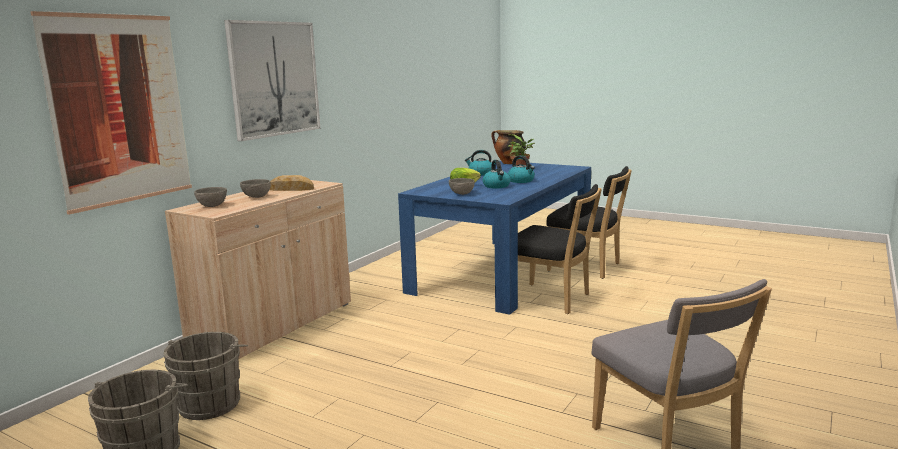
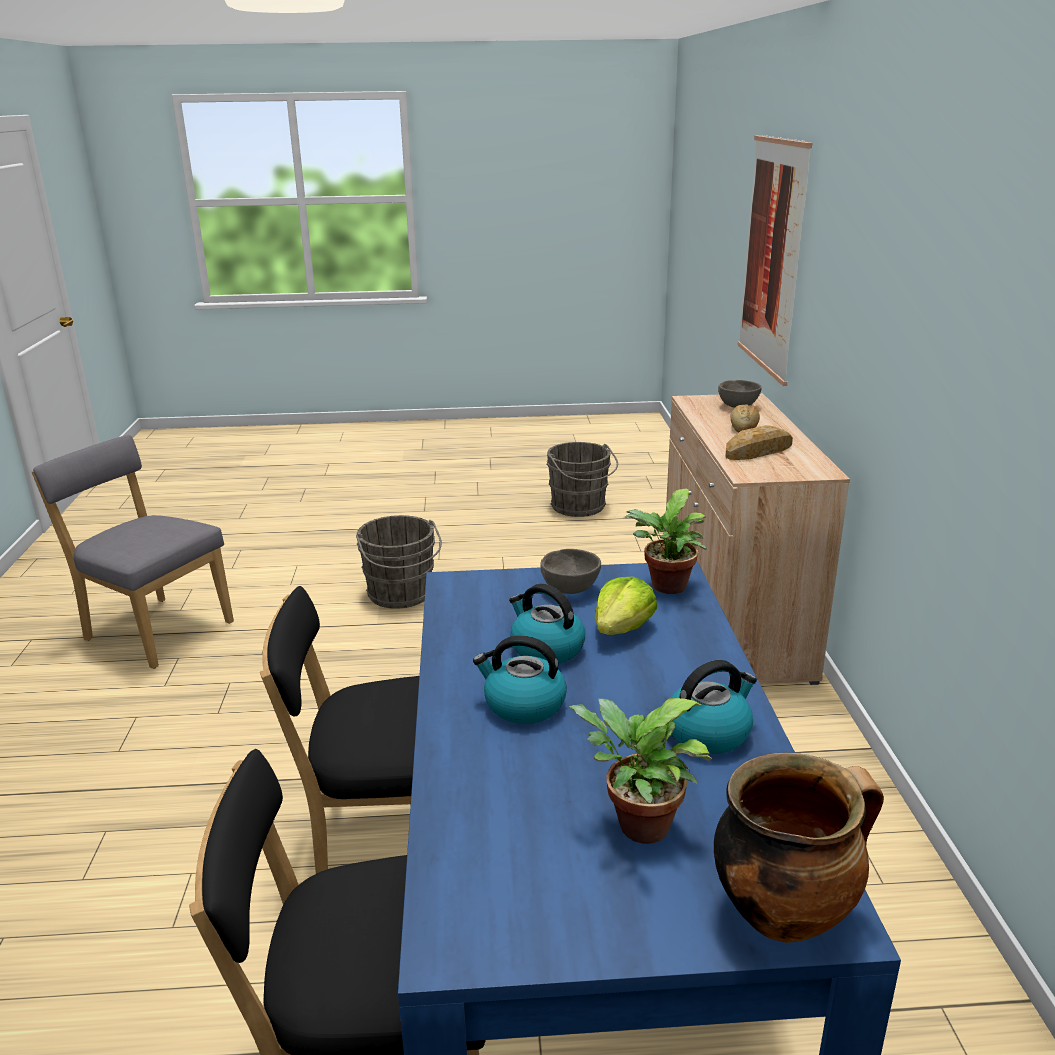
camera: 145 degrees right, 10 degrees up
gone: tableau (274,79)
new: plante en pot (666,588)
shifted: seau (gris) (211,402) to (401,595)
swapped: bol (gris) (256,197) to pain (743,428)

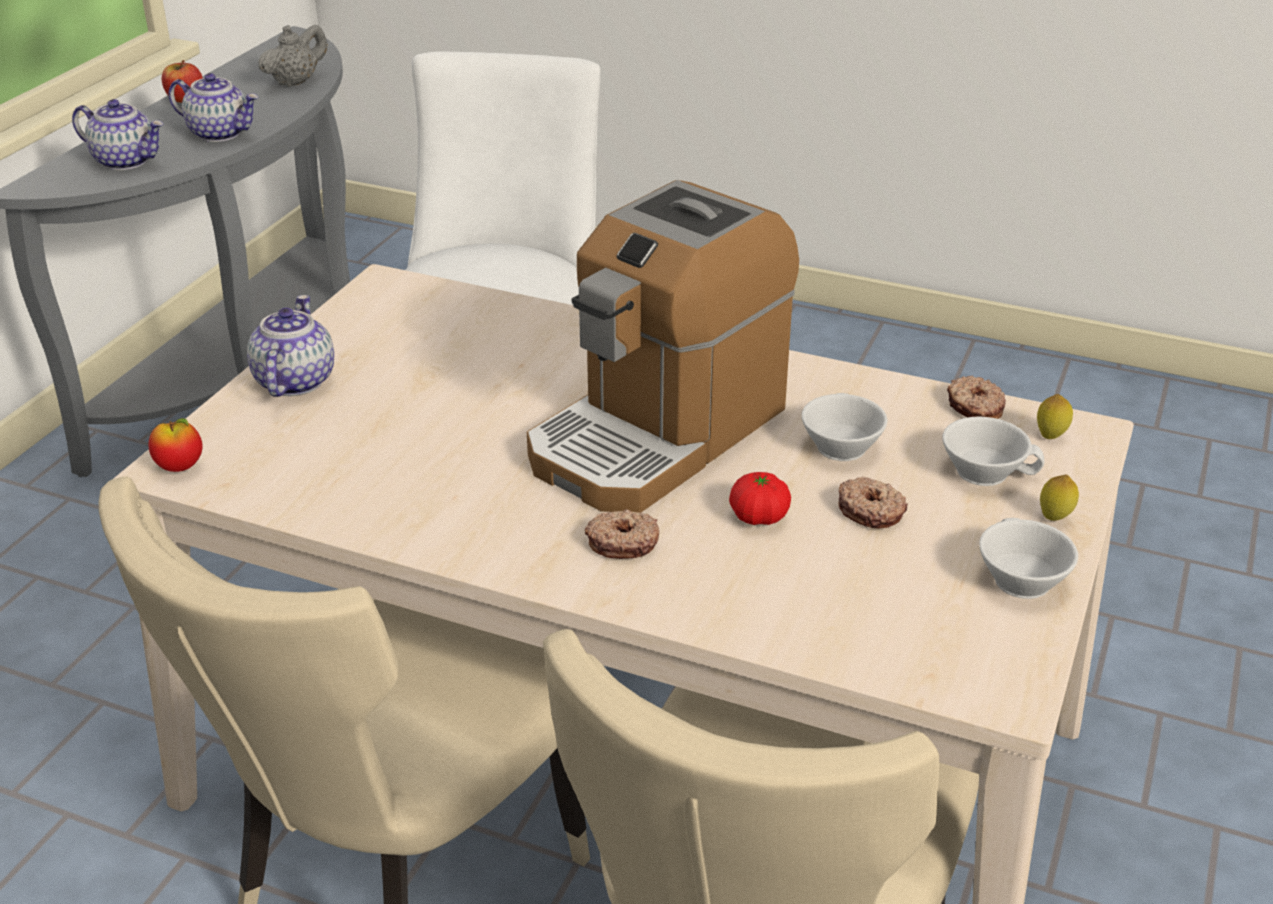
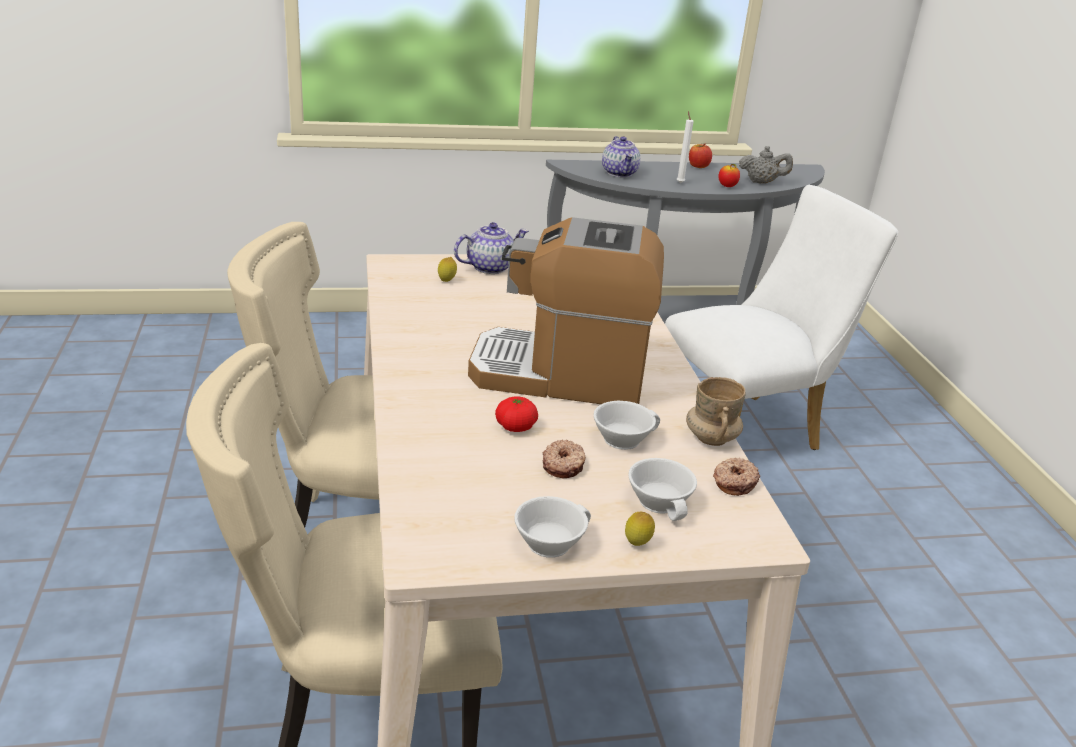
camera: 55 degrees right, 5 degrees down
gone: beignet (622,542)
new: mug (beige) (711,438)
shifted: citron (1050,436) to (447,281); pomme (180,467) to (727,186)
swapped: théière (220,133) to bougie (blanc) (679,182)

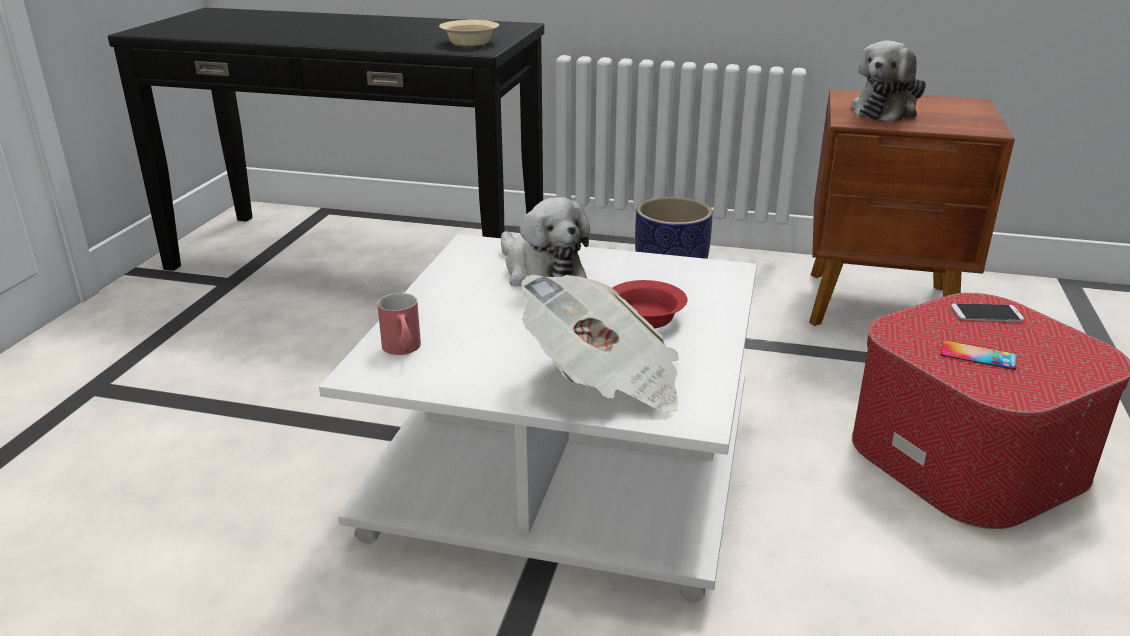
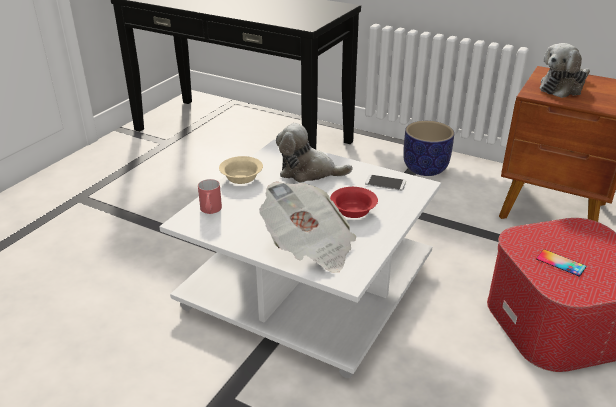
camera: 15 degrees right, 5 degrees up
shifted: bol (beige) (471,42) to (242,177); téléphone (986,313) to (385,183)
rotated: peluche (541,273) = (308,172) 120 degrees clockwise

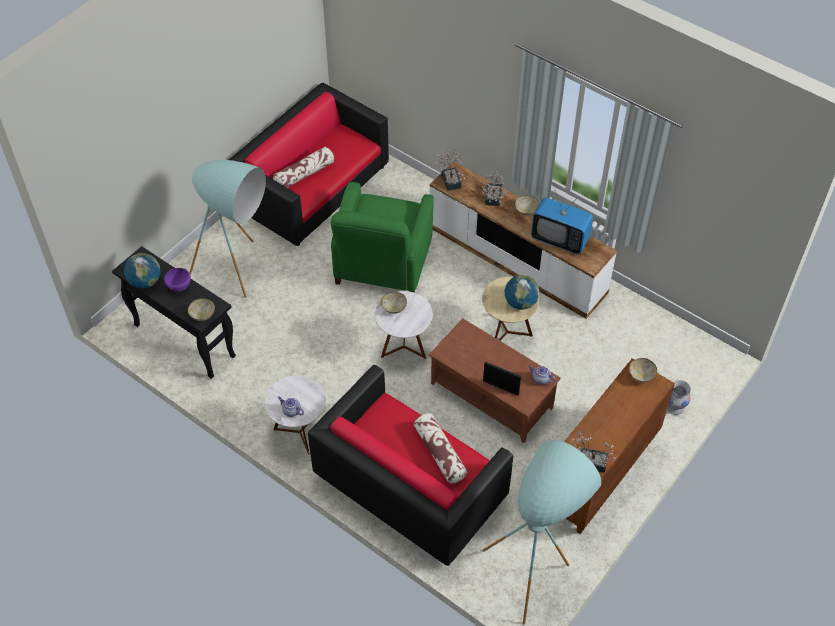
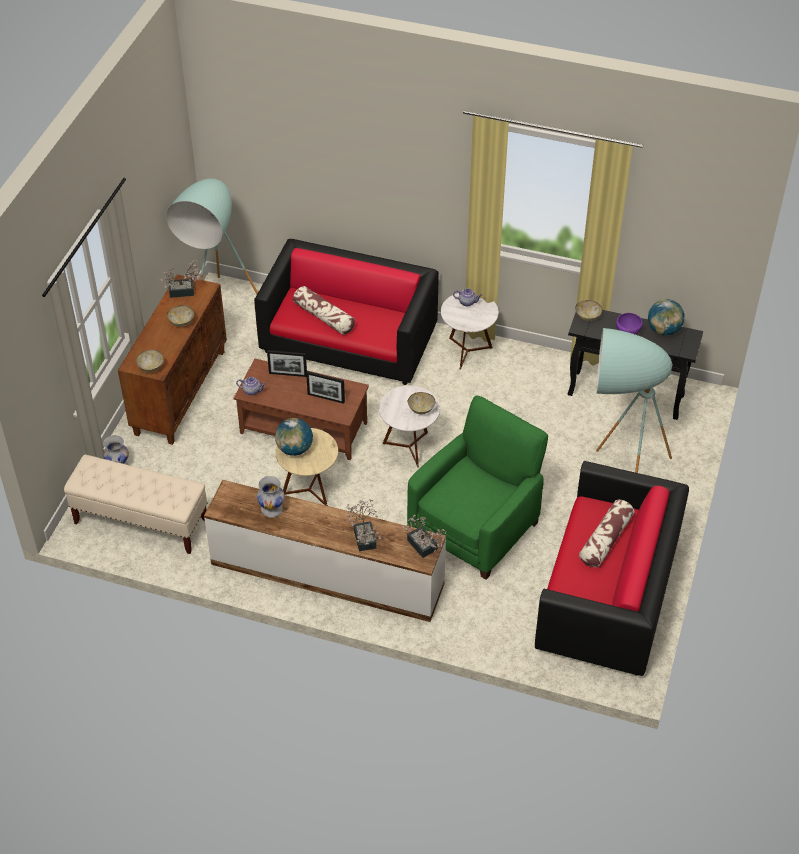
camera: 160 degrees right, 5 degrees down
new: banc (beige) (141,522); cadre photo (326,398)
shifted: bol (526,211) to (182,322)
swapped: téléviseur (560,239) to vase (blanc) (271,510)
rotated: fauteuil (vert) (382,263) = (475,527) 45 degrees clockwise

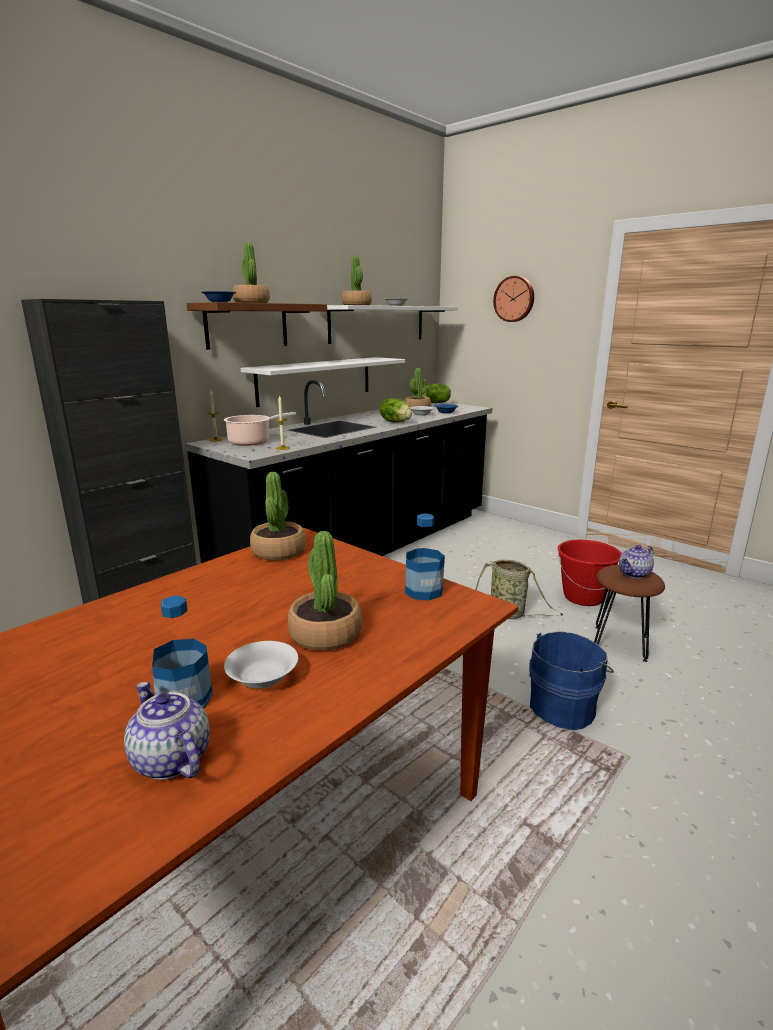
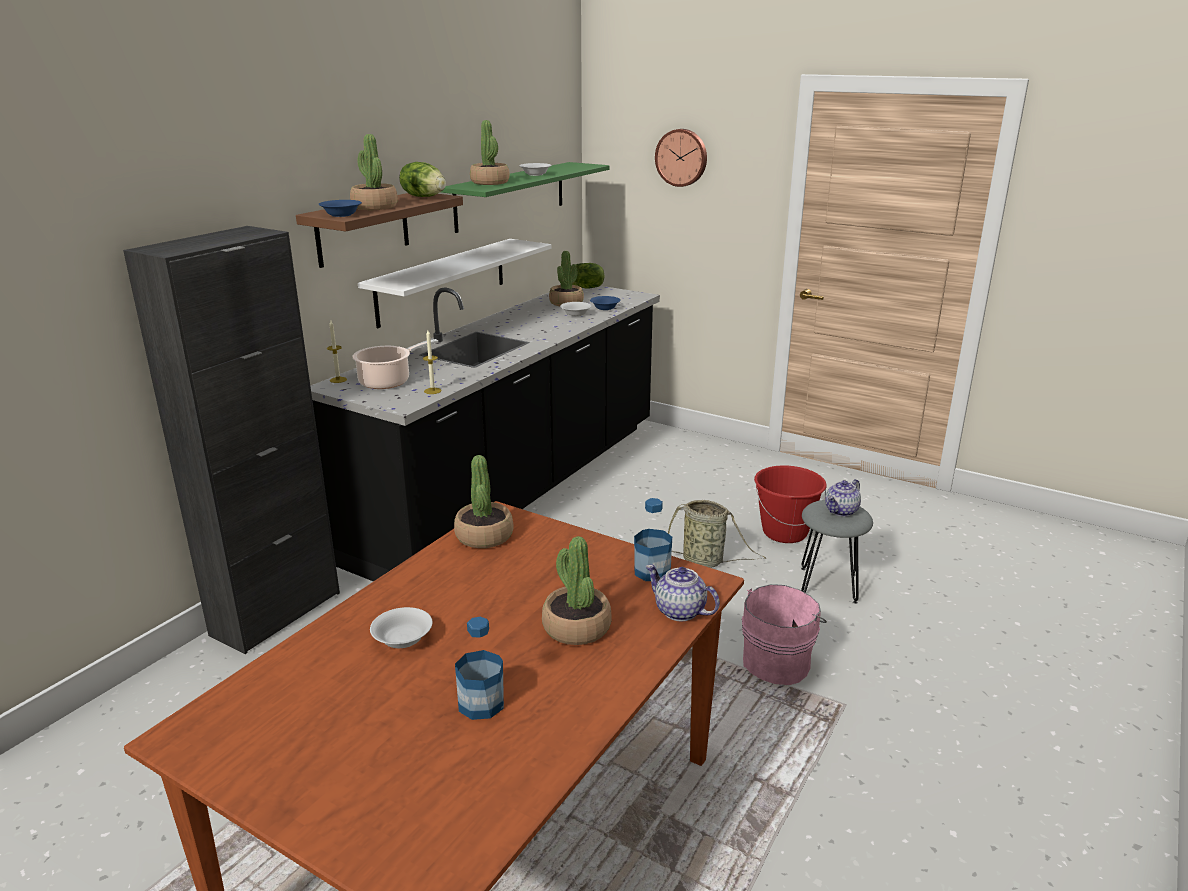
camera: 10 degrees left, 5 degrees up
shifted: bol (blanc) (262,678) to (402,639); laitue (396,422) to (424,197); théière (170,759) to (679,611)
repainted: étagère (blanc) (378,324) to étagère (vert) (511,195); seau (bleu) (564,706) to seau (rose) (778,661); tabouret (marron) (620,643) to tabouret (gris) (829,585)

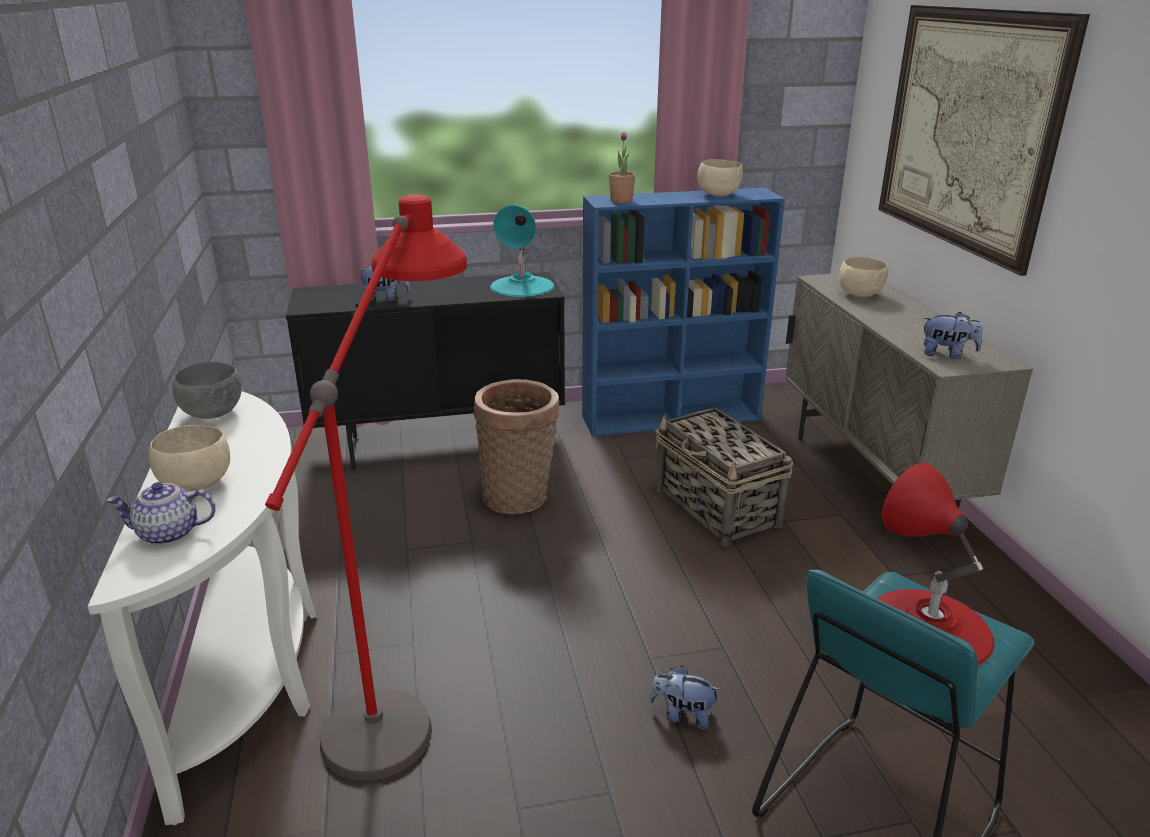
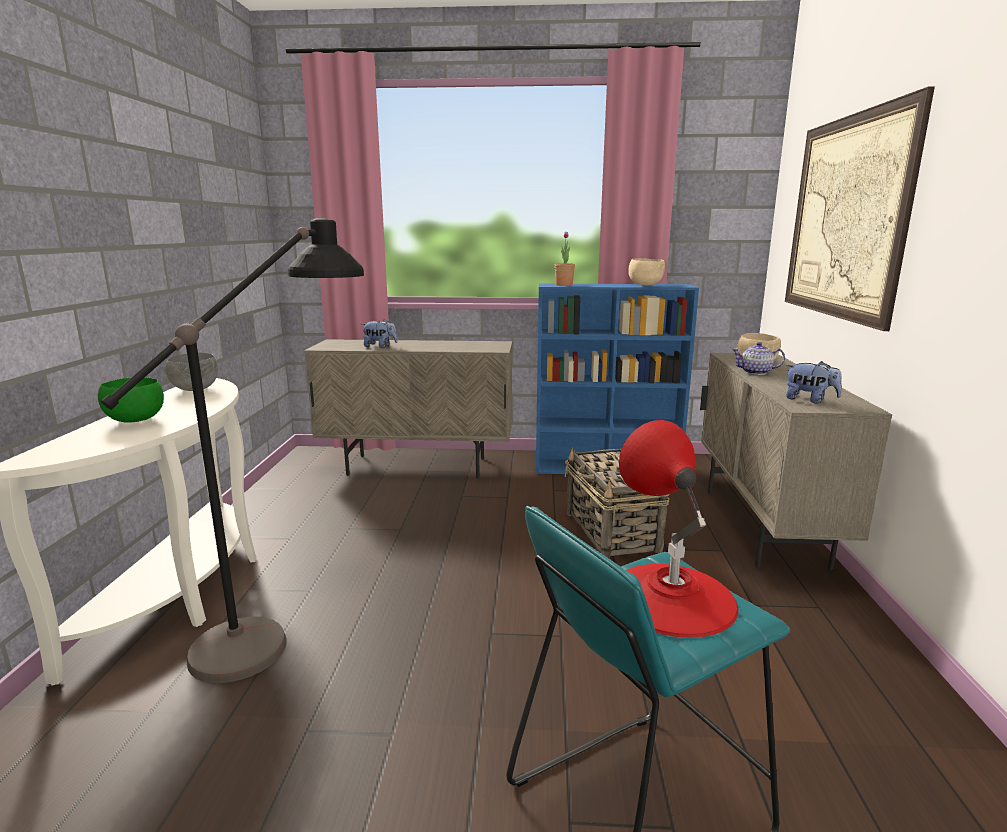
camera: 15 degrees right, 10 degrees down
gone: panier (519,497); lampe de table (turquoise) (522,286); peluche (682,715)
shifted: théière (169,534) to (756,372)
repainted: bol (beige) (195,484) to bol (vert) (135,420); lampadaire (rouge) (409,680) to lampadaire (noir) (289,616); meuble de rangement (noir) (439,445) to meuble de rangement (beige) (418,467)

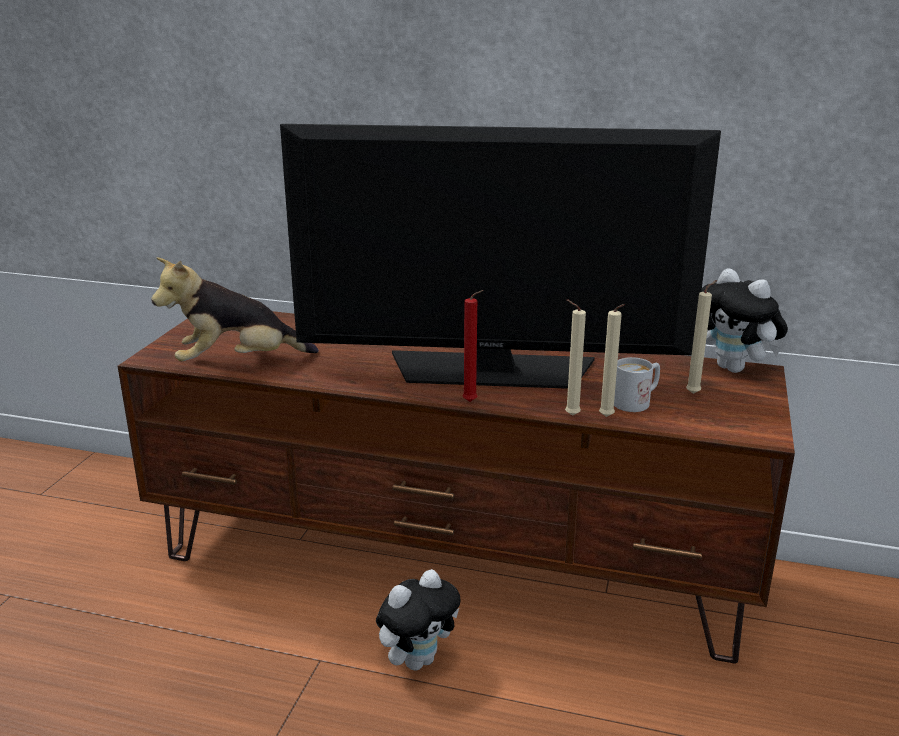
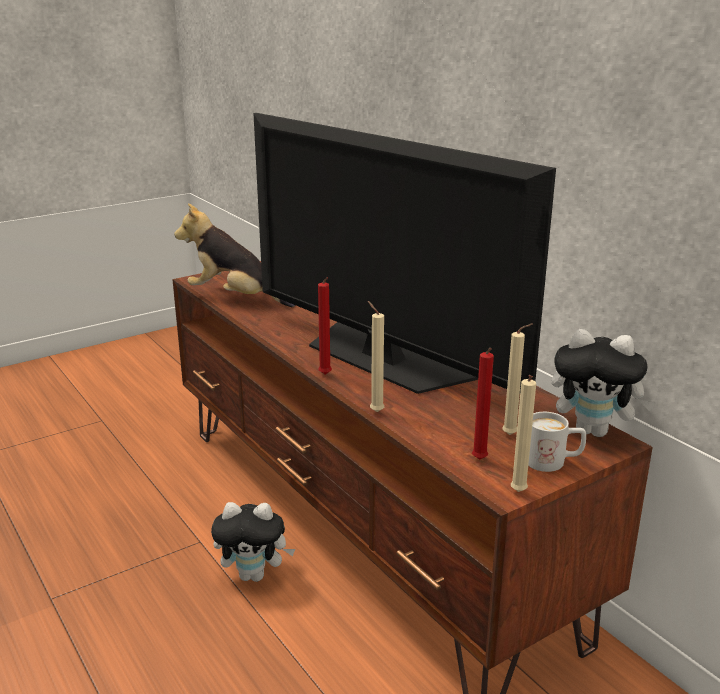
camera: 40 degrees right, 0 degrees up
new: bougie (rouge) (479,461)
shifted: bougie (beige) (607,418) to (518,493); mug (blanc) (637,401) to (553,461)
rotated: peluche (735,369) = (594,431) 75 degrees counterclockwise

